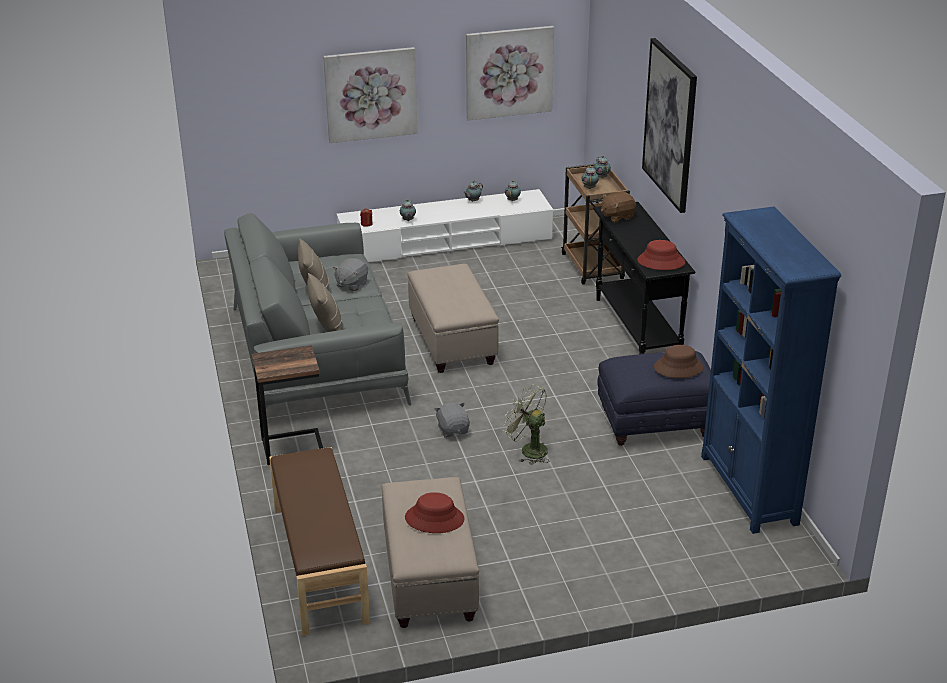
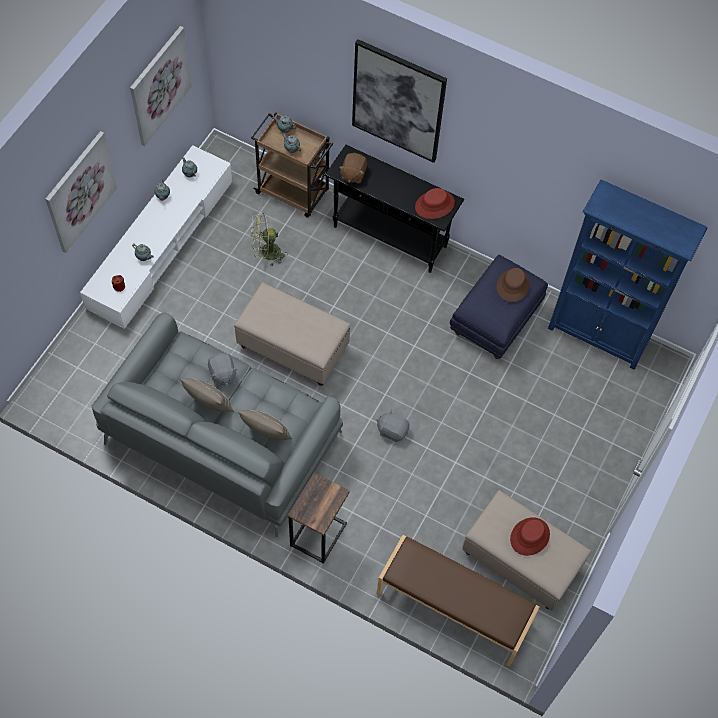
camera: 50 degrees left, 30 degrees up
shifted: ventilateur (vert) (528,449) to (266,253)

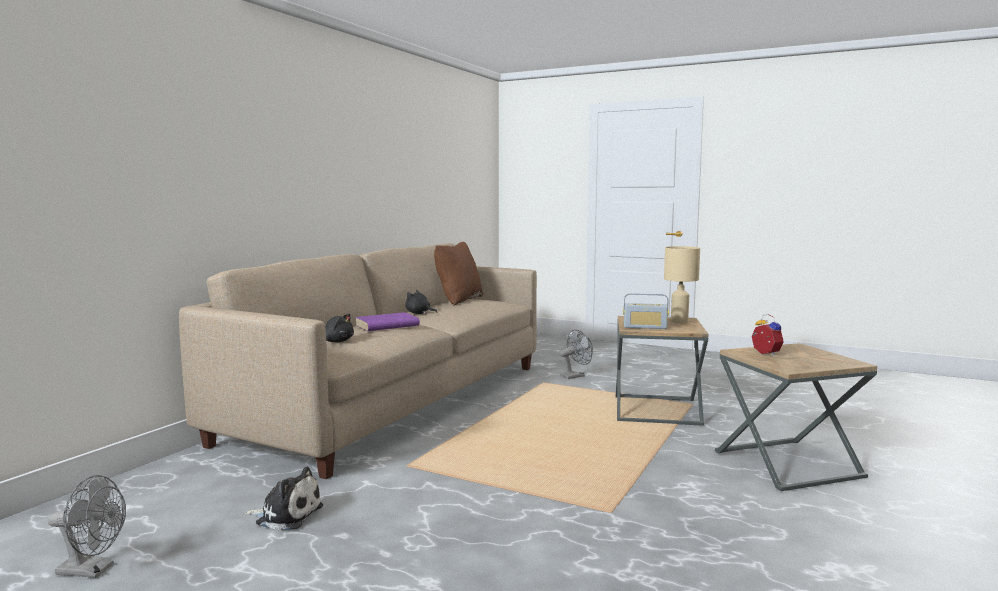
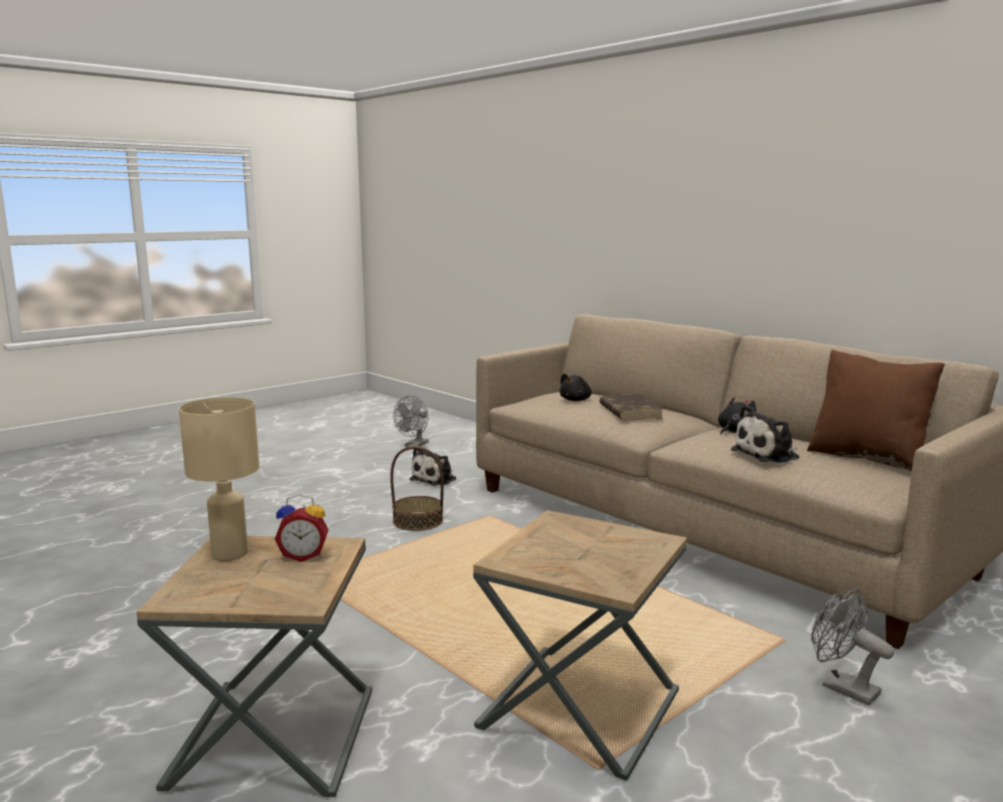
camera: 110 degrees right, 5 degrees up
gone: radio (645,327)
new: panier (418,521); peluche (768,454)
shifted: lampe de table (beige) (678,322) to (230,553)
repainted: livre (violet) (386,326) to livre (marron) (630,411)
rotated: ventilateur (gris) (575,376) = (842,687) 150 degrees clockwise

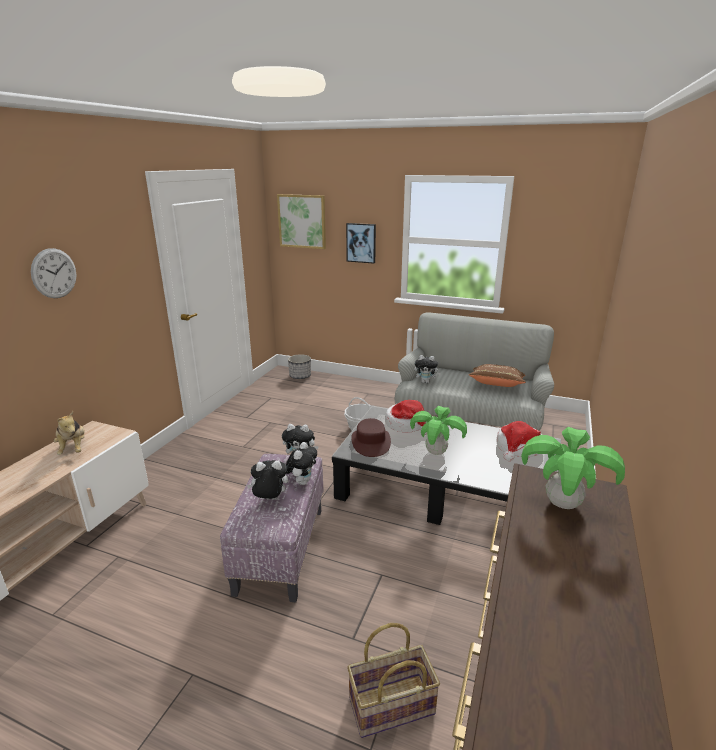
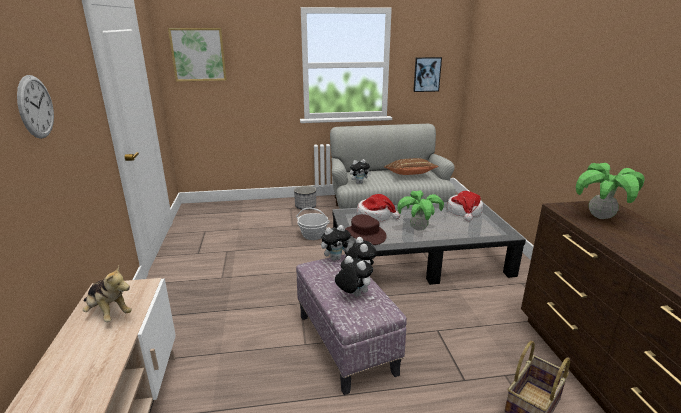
camera: 30 degrees left, 0 degrees up
shifted: cache-pot (300,376) to (305,207); tableau (361,243) to (427,74)
rotated: peluche (269,500) = (353,295) 75 degrees clockwise

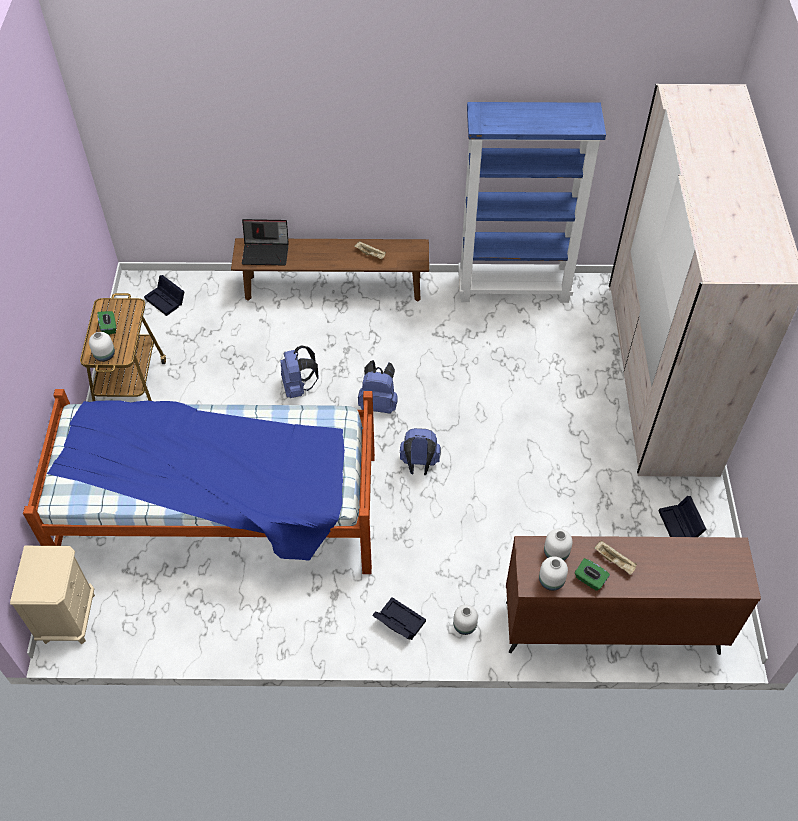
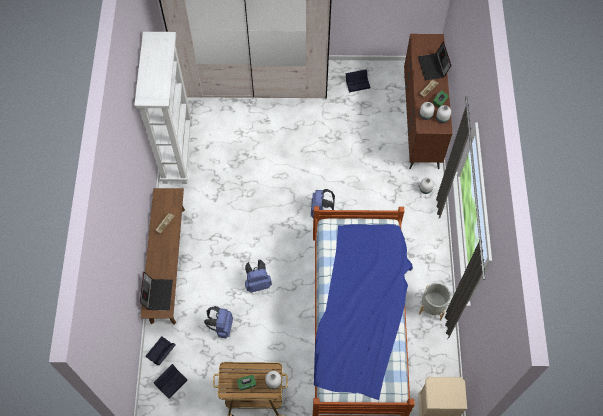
camera: 90 degrees left, 10 degrees up
new: ordinateur portable (433,67); cache-pot (gris) (432,306)
shifted: boîte de rangement (noir) (398,622) to (161,353); sac à dos (bleu) (379,404) to (221,326)
repainted: bibliothèque (bleu) (514,288) to bibliothèque (blanc) (177,151)

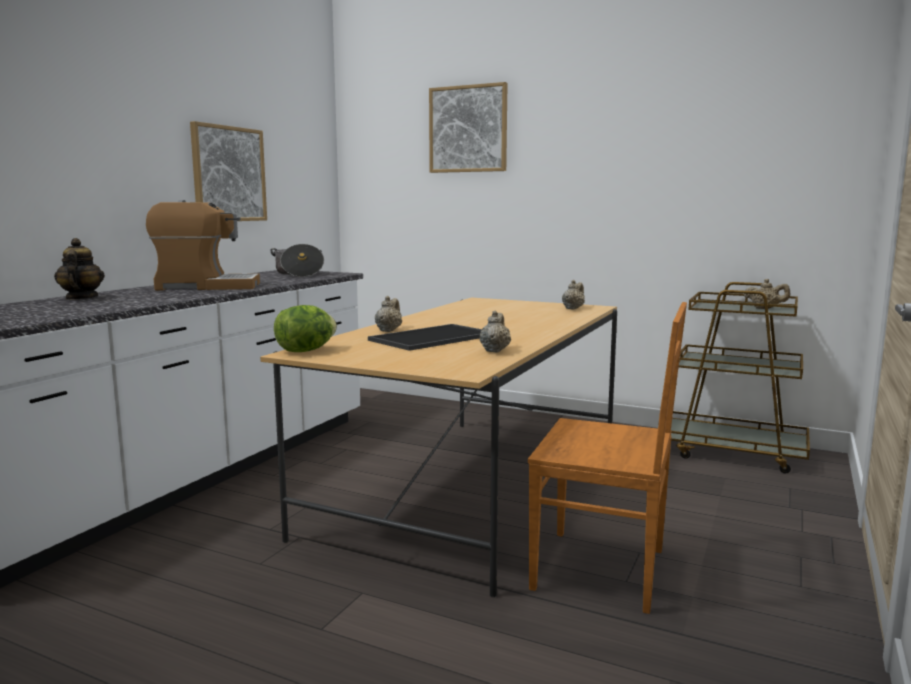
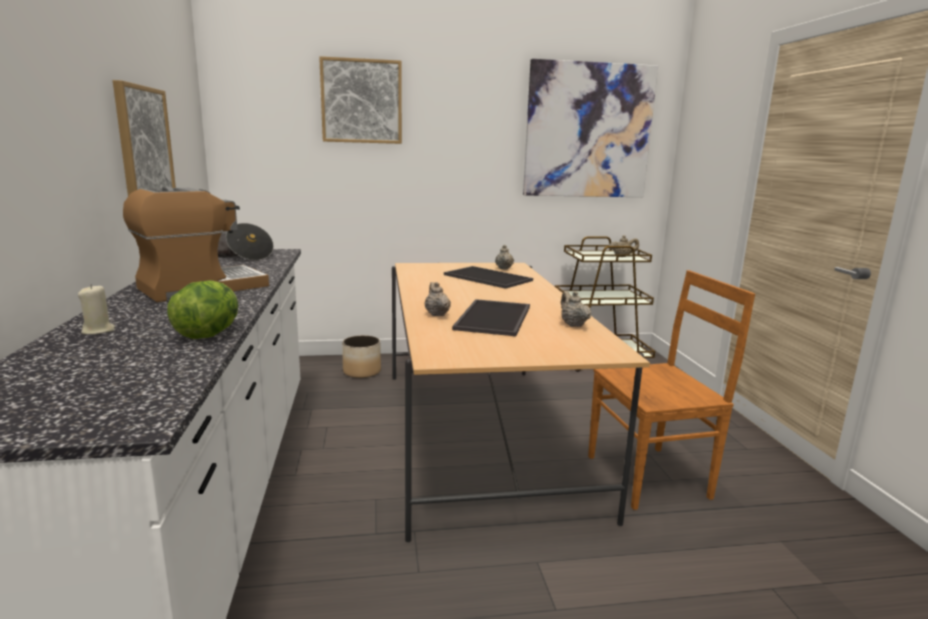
camera: 35 degrees left, 5 degrees up
new: cache-pot (362,372); plateau (486,278); tableau (588,131)
shifted: laitue (306,351) to (208,334)
swapped: théière (81,298) to bougie (beige) (98,331)

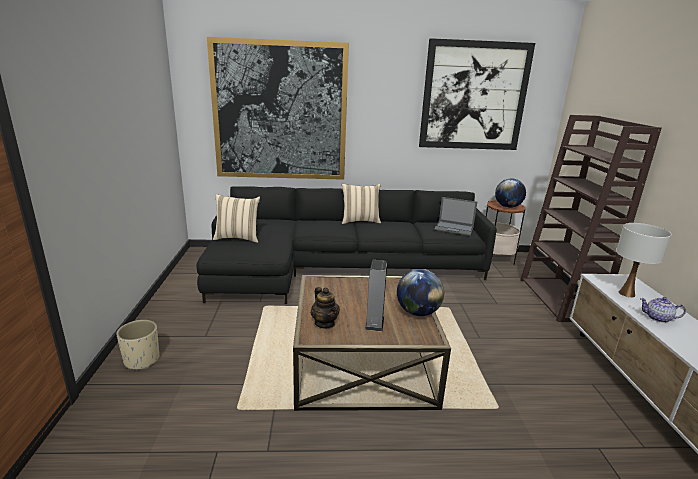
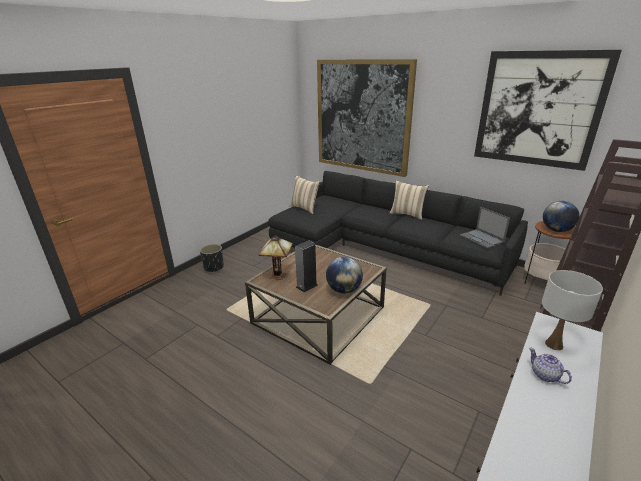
camera: 40 degrees right, 5 degrees up
swapped: théière (325,323) to lampe de table (279,275)
repainted: cache-pot (beige) (142,360) to cache-pot (noir) (214,267)

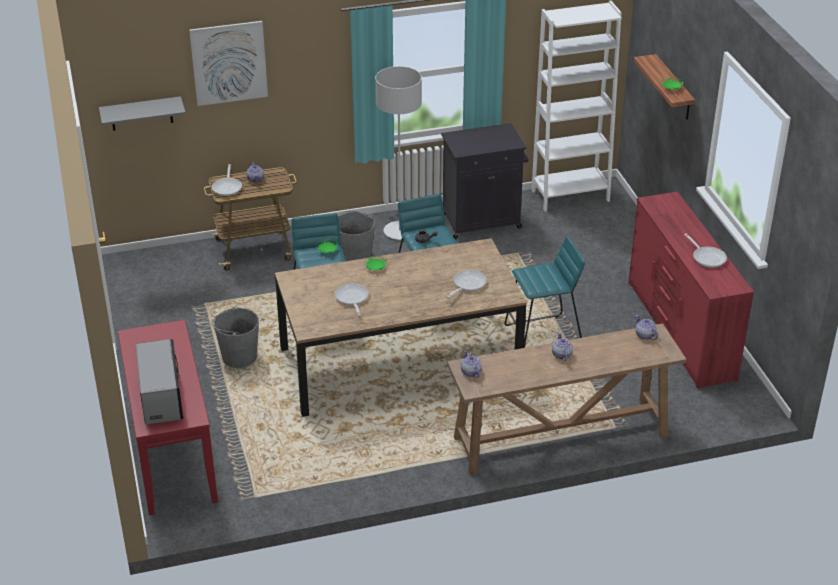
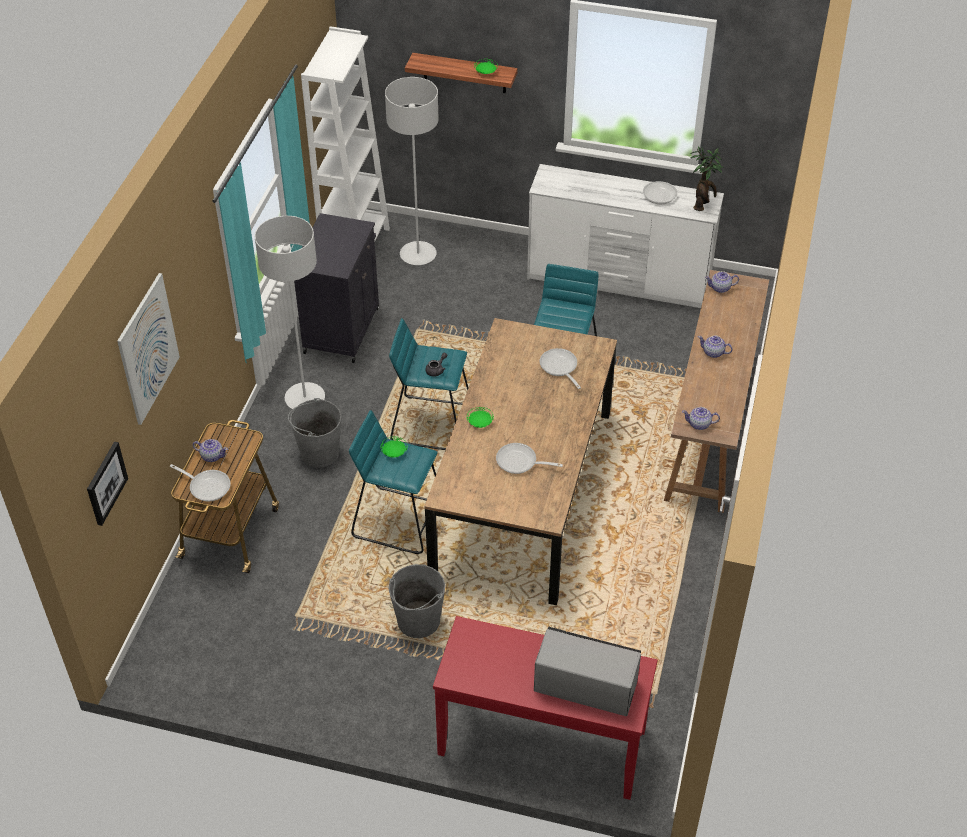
camera: 60 degrees left, 10 degrees up
new: lampadaire (gris) (418,255); plante en pot (702,204)
swapped: étagère (gris) (141,114) to tableau (105,483)
repainted: commode (rouge) (680,330) to commode (blanc) (619,281)

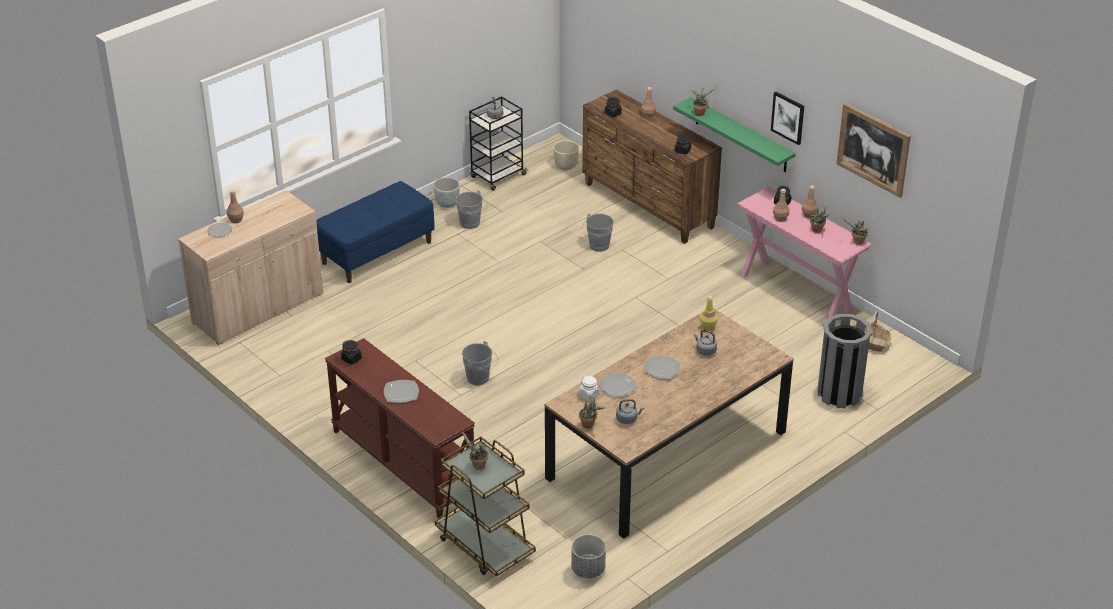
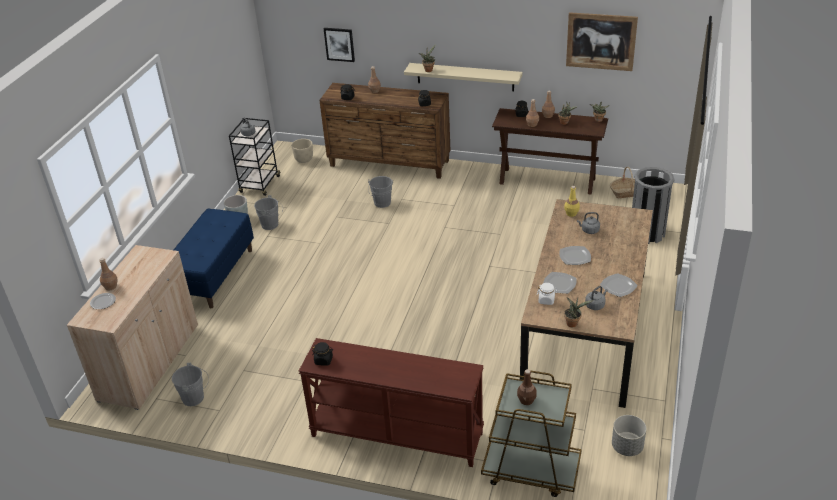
camera: 30 degrees left, 0 degrees up
shifted: seau (gris) (480,379) to (195,398); tableau (788,117) to (339,44); assiette (401,393) to (618,286)
swapped: plante en pot (477,465) to bouteille (marron) (526,400)
repainted: étagère (vert) (741,135) to étagère (beige) (465,77); table console (rose) (796,293) to table console (marron) (547,181)

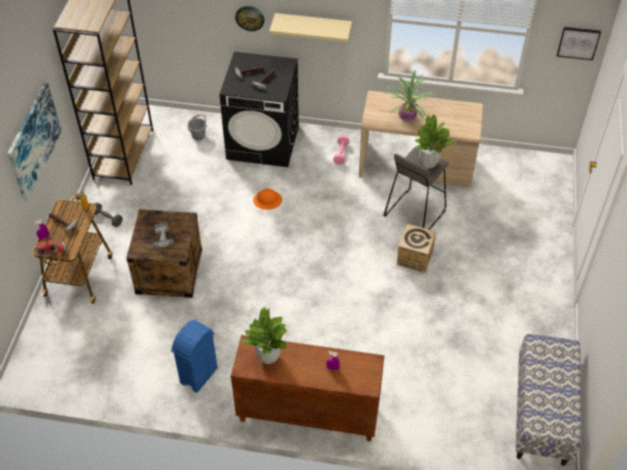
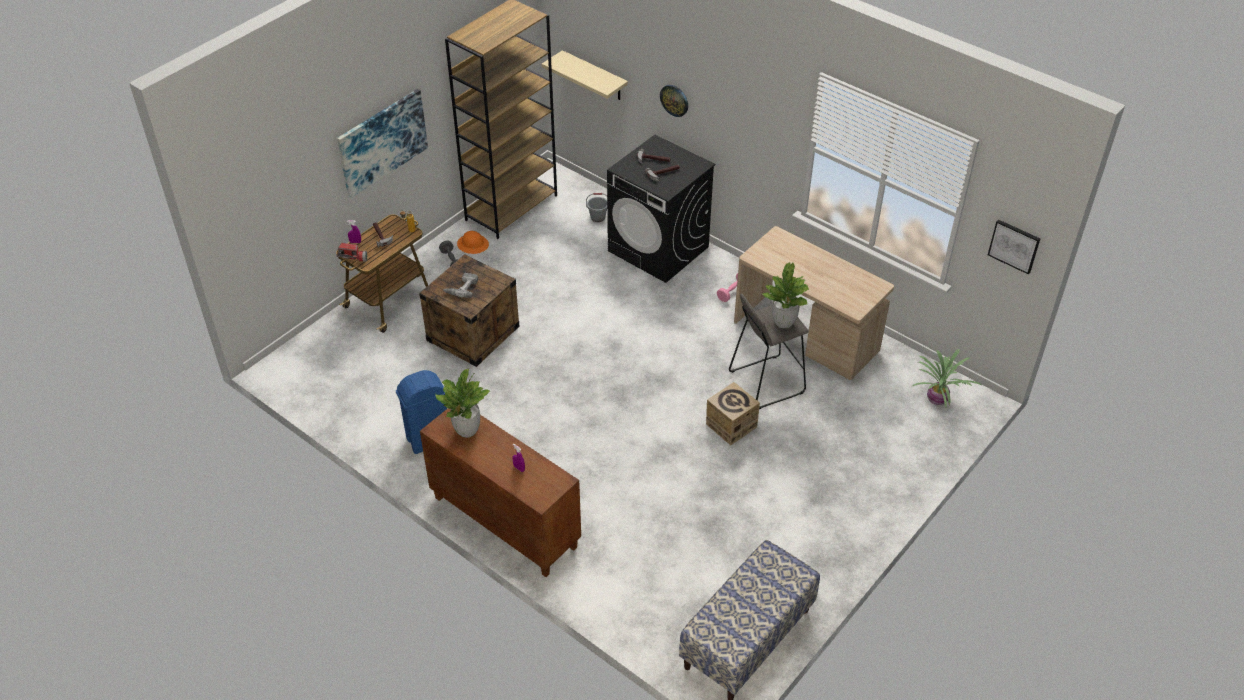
camera: 30 degrees right, 5 degrees down
shifted: casque de chantier (orange) (267,200) to (473,244); étagère (beige) (313,26) to (594,76); plante en pot (408,117) to (938,400)

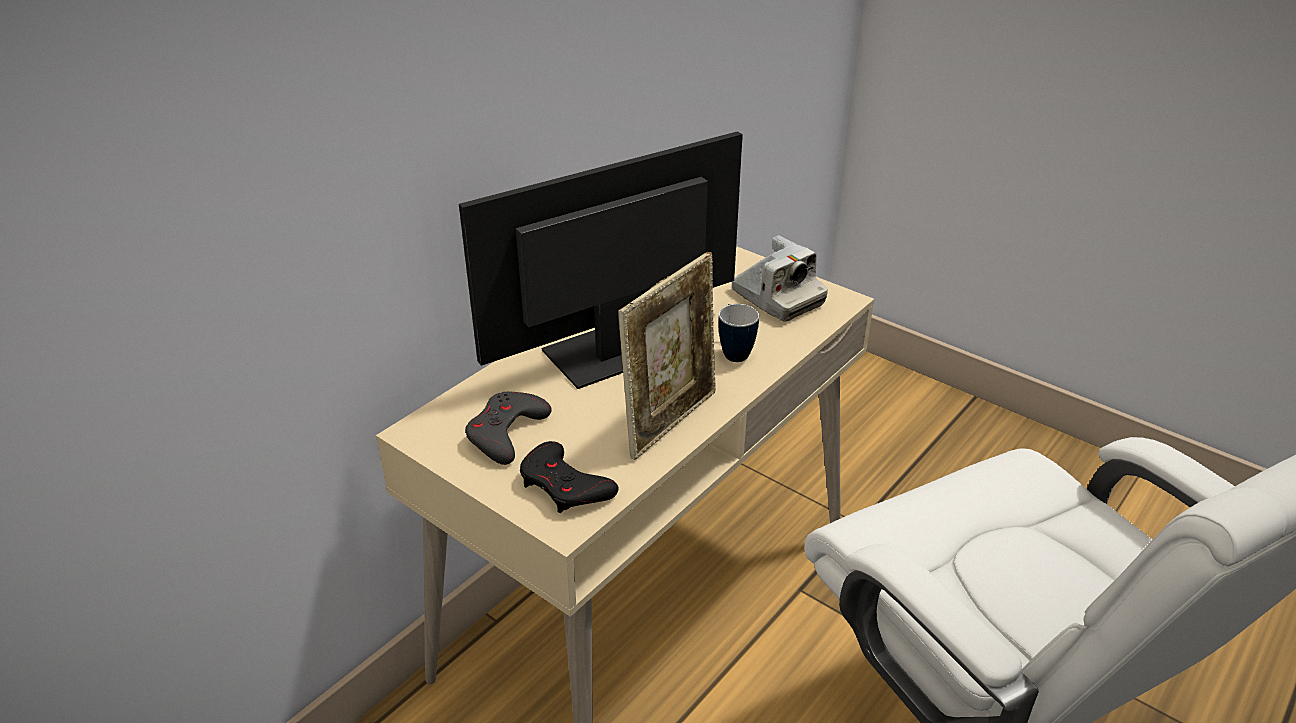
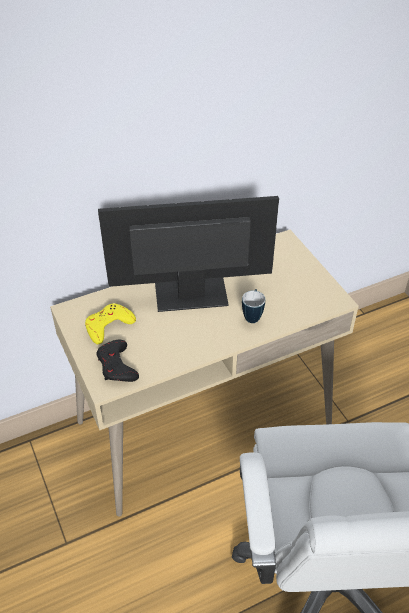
camera: 25 degrees right, 10 degrees up
gone: cadre photo (670,421); appareil photo (777,298)
repainted: manette (gris) (506,433) to manette (jaune) (108,326)

